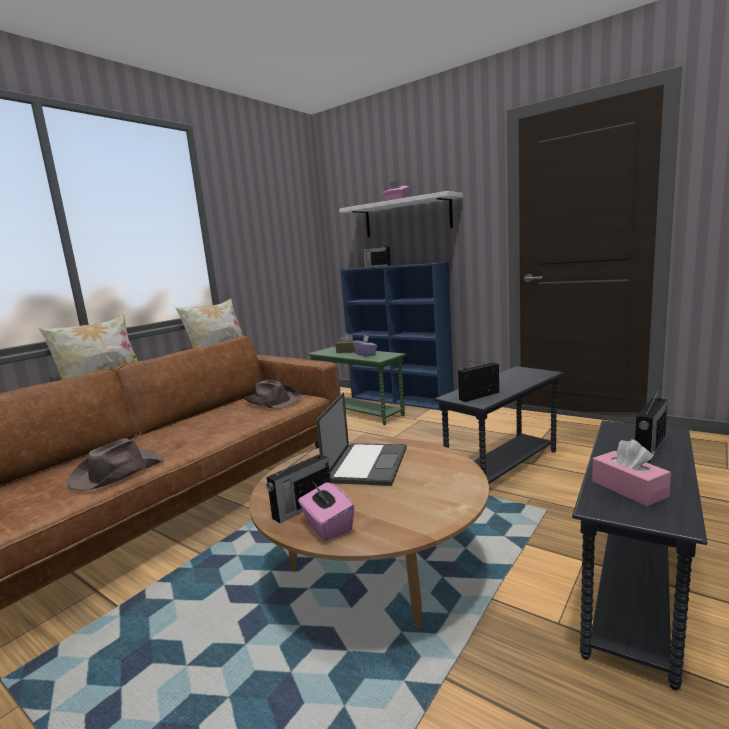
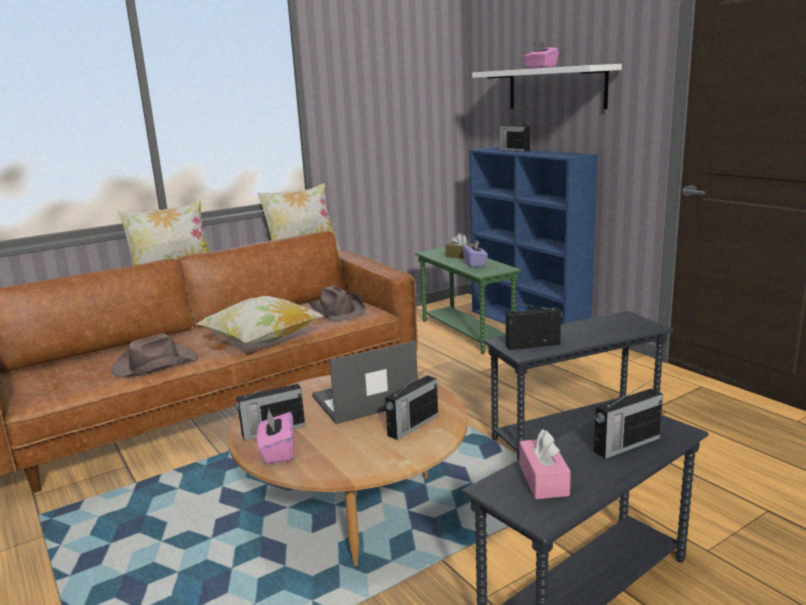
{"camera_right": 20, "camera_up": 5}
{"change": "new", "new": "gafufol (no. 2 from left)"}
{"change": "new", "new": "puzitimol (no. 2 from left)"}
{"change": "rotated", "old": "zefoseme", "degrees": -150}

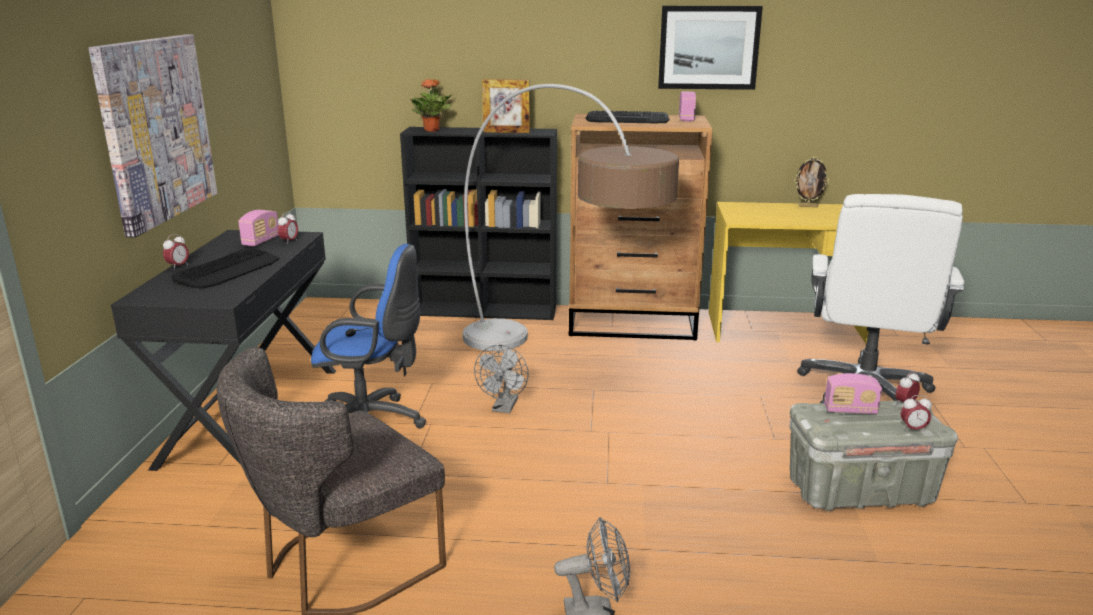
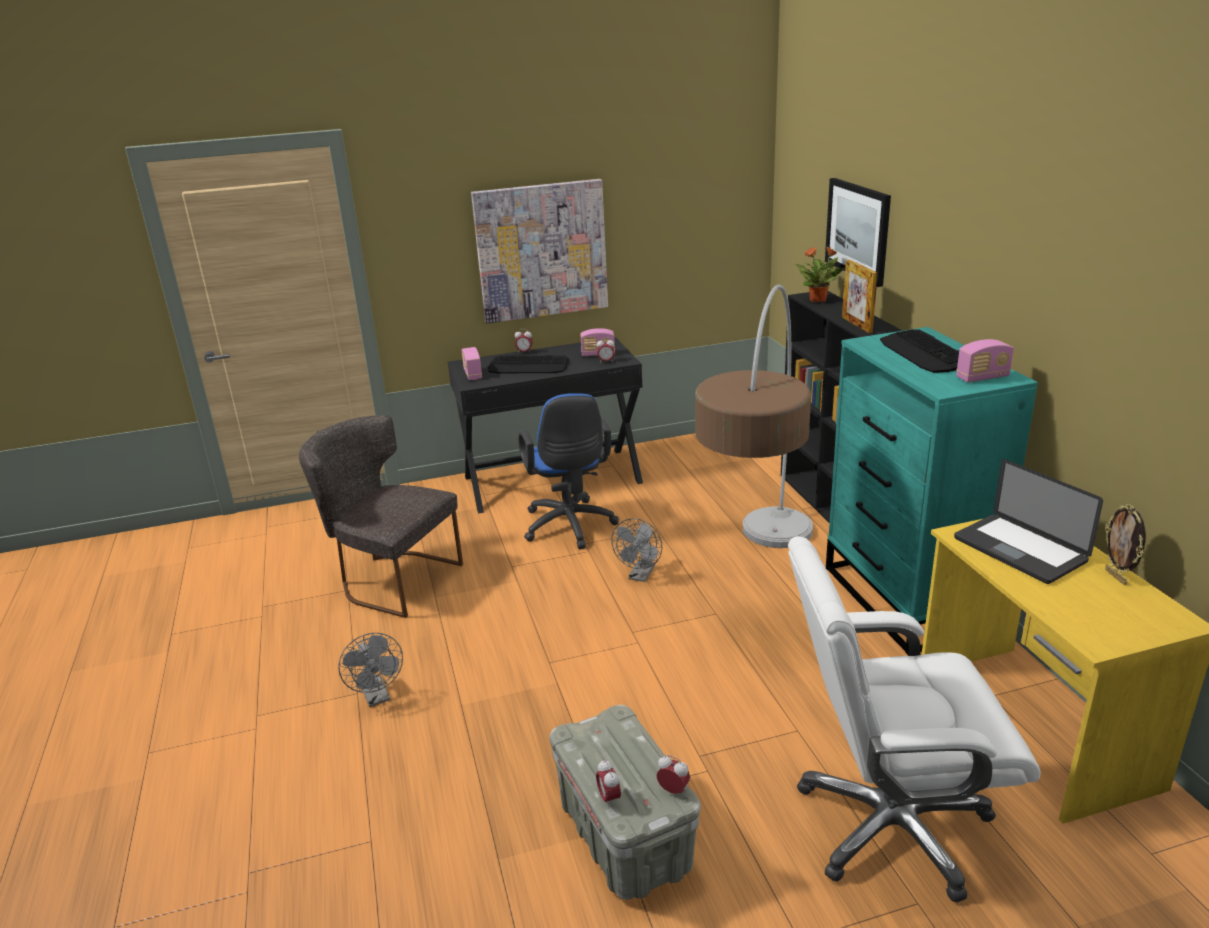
{"camera_right": 70, "camera_up": 5}
{"change": "new", "new": "zefoseme"}
{"change": "shifted", "old": "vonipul (no. 2 from left)"}
{"change": "shifted", "old": "puzitimol (no. 3 from left in the first image)", "new": "puzitimol (no. 1 from left)"}
{"change": "repainted", "old": "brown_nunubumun", "new": "turquoise_nunubumun"}
{"change": "rotated", "old": "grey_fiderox (no. 1 from left in the first image)", "degrees": -60}

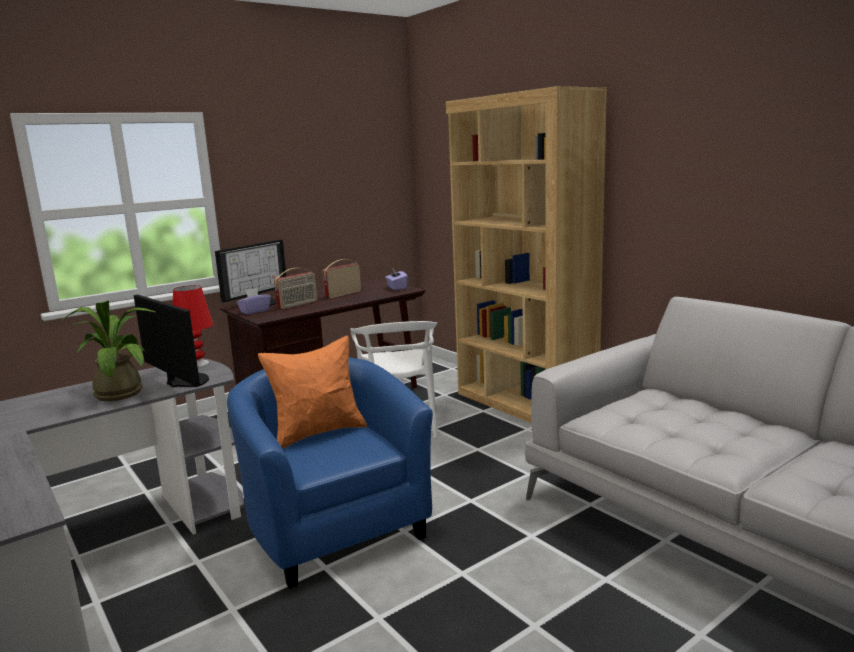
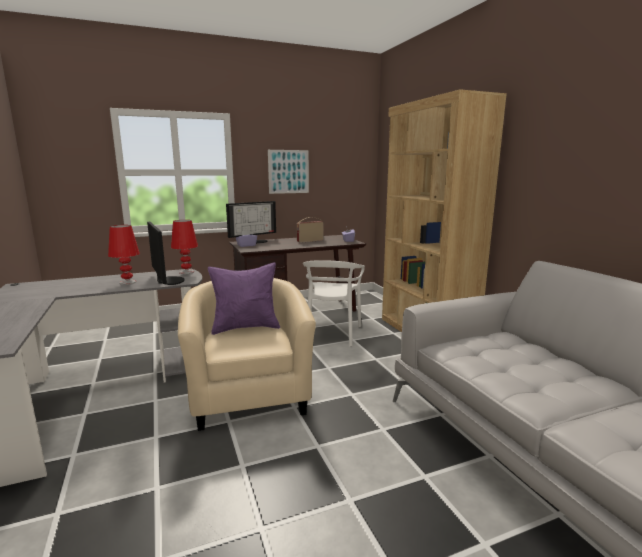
{"camera_right": 15, "camera_up": 0}
{"change": "gone", "old": "puzitimol (no. 1 from left)"}
{"change": "new", "new": "vonipul"}
{"change": "swapped", "old": "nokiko", "new": "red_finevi (no. 1 from left)"}
{"change": "repainted", "old": "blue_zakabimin", "new": "beige_zakabimin"}
{"change": "repainted", "old": "orange_gafufol", "new": "purple_gafufol"}

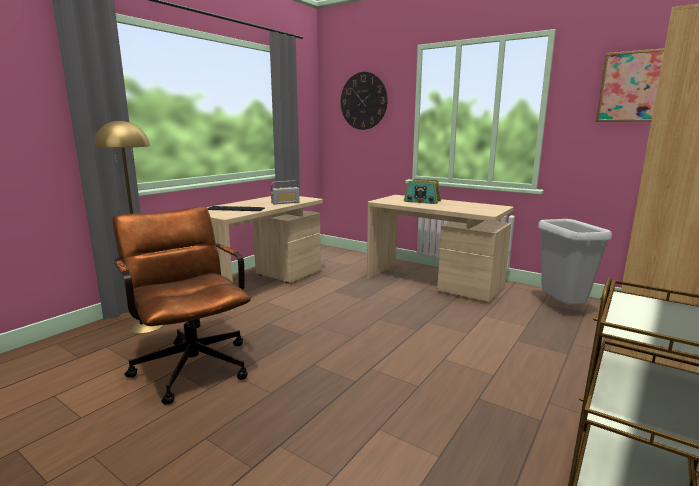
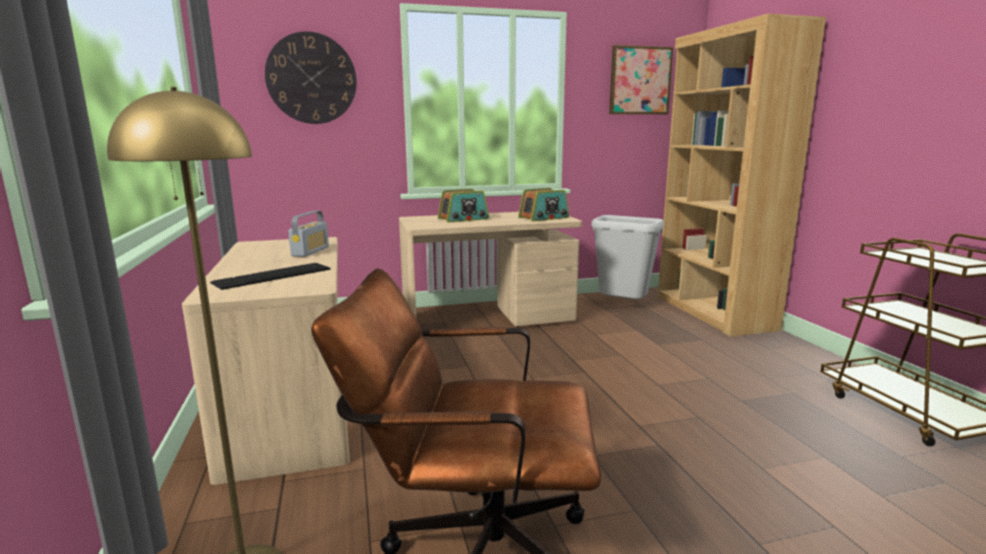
{"camera_right": -50, "camera_up": 0}
{"change": "new", "new": "puzitimol (no. 3 from left)"}

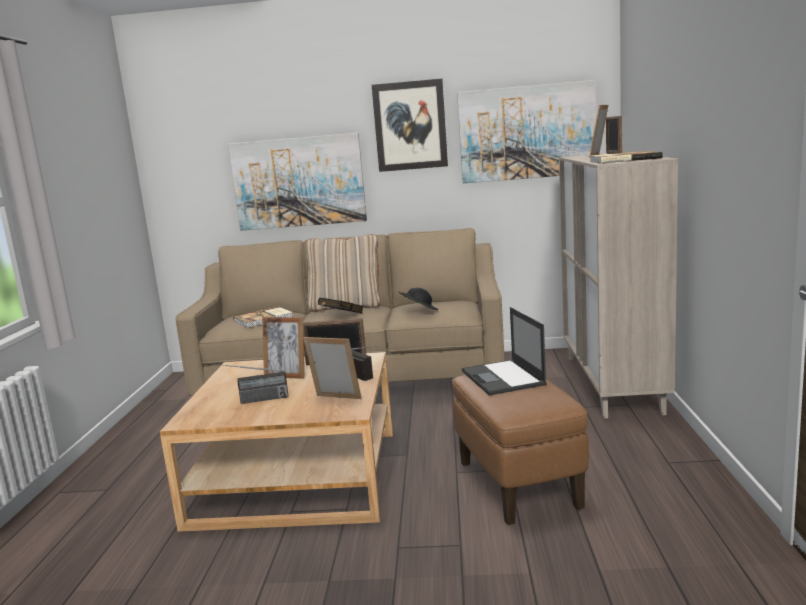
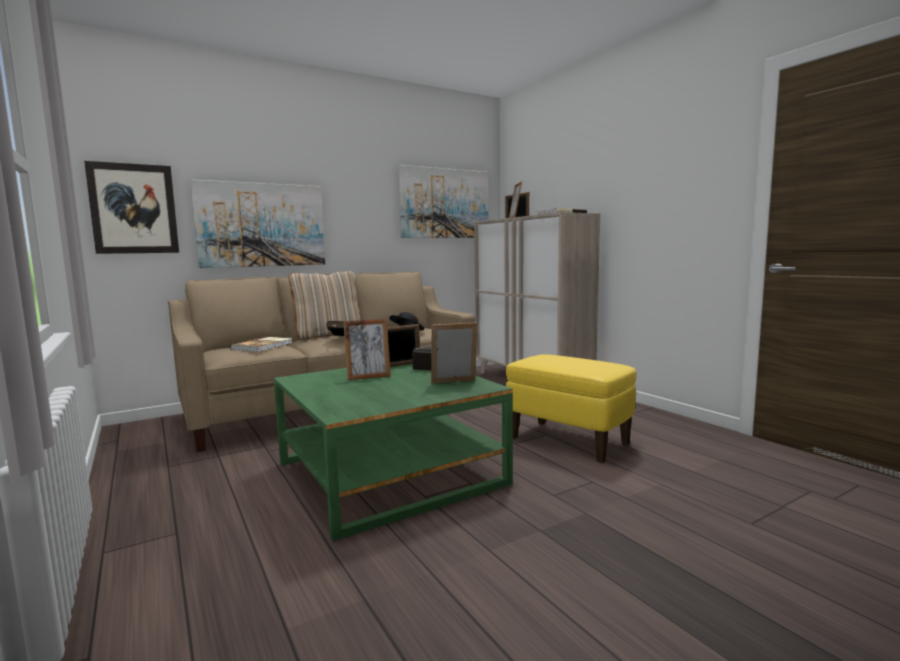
{"camera_right": -35, "camera_up": -5}
{"change": "gone", "old": "puzitimol (no. 1 from left)"}
{"change": "gone", "old": "zefoseme"}
{"change": "shifted", "old": "vonipul (no. 2 from left in the first image)", "new": "vonipul (no. 1 from left)"}
{"change": "repainted", "old": "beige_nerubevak", "new": "green_nerubevak"}
{"change": "repainted", "old": "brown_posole", "new": "yellow_posole"}

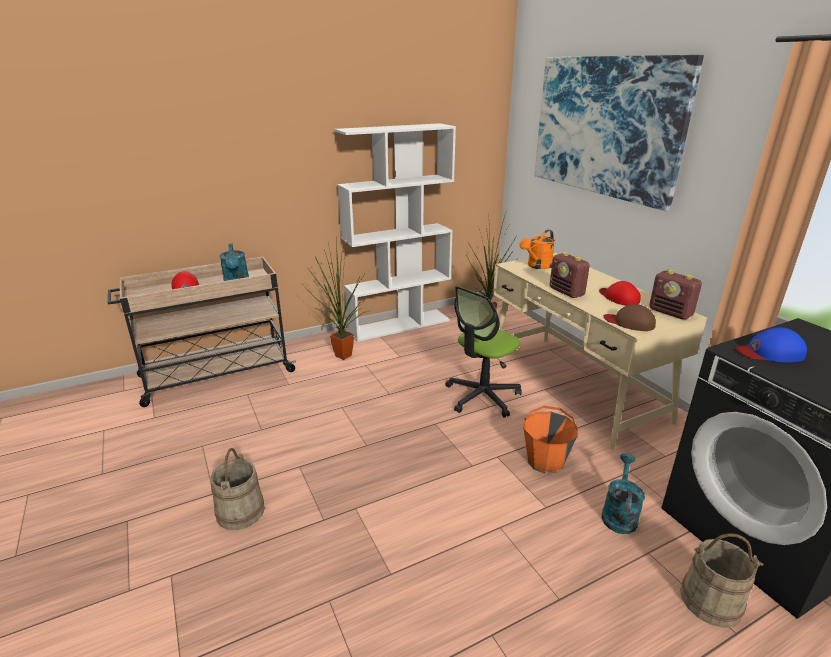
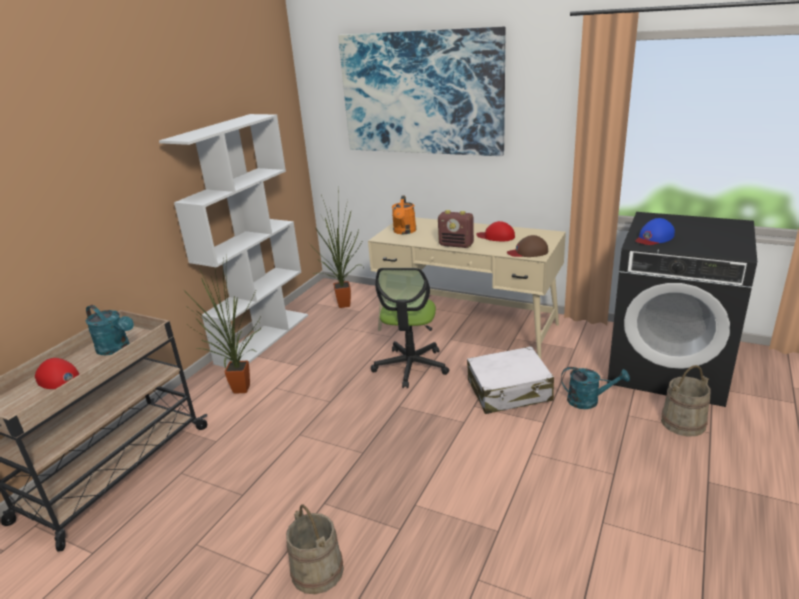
{"camera_right": -35, "camera_up": 0}
{"change": "gone", "old": "puzitimol (no. 2 from left)"}
{"change": "swapped", "old": "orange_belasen", "new": "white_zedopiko"}
{"change": "rotated", "old": "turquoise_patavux (no. 2 from left)", "degrees": 120}

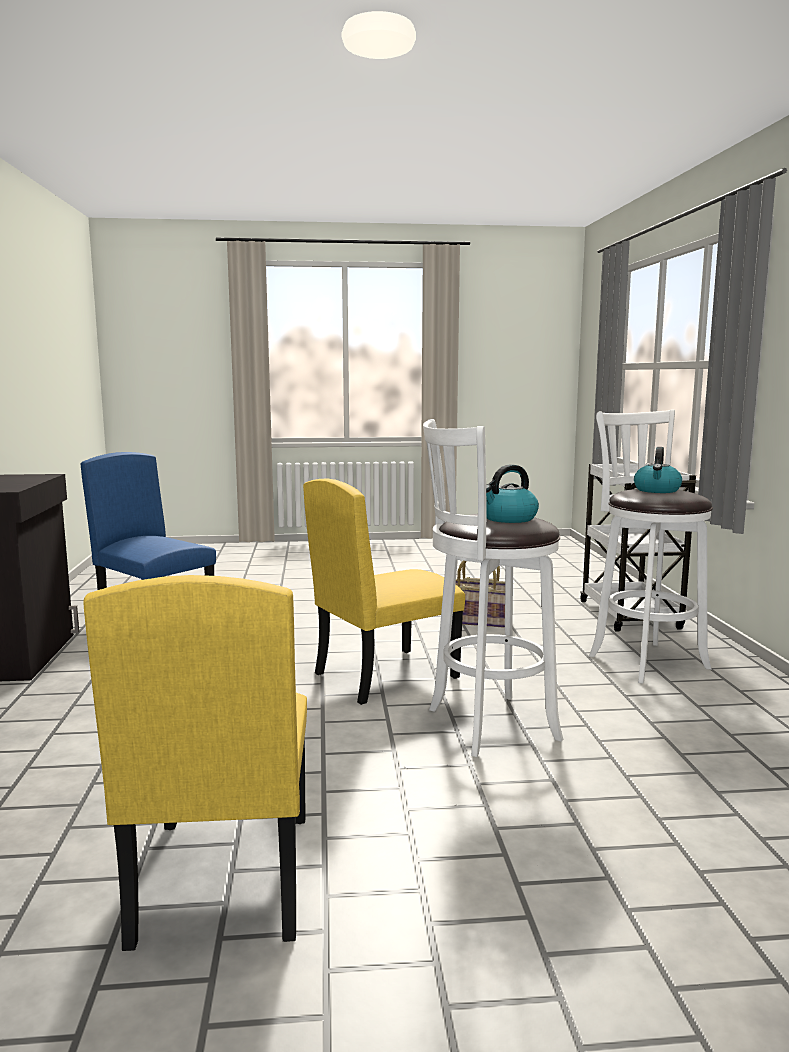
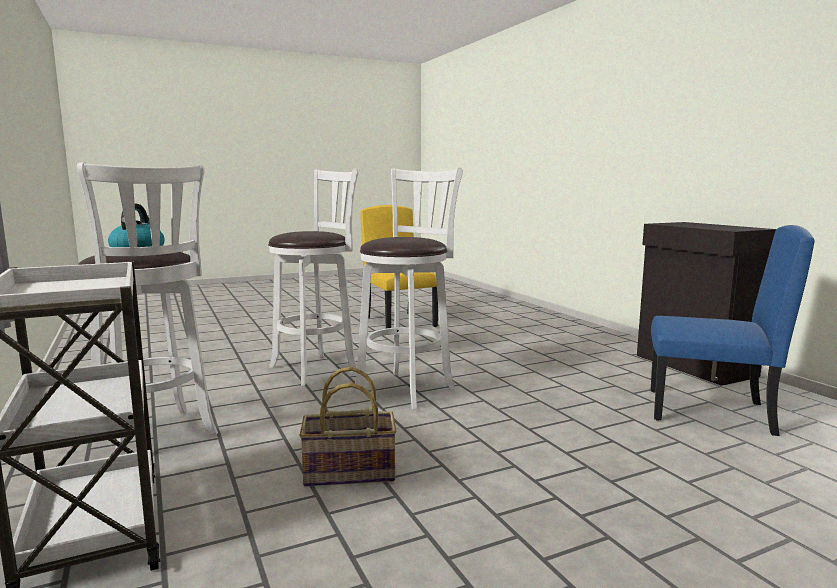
{"camera_right": 160, "camera_up": 0}
{"change": "gone", "old": "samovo (no. 1 from left)"}
{"change": "swapped", "old": "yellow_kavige (no. 2 from left)", "new": "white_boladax (no. 3 from left)"}

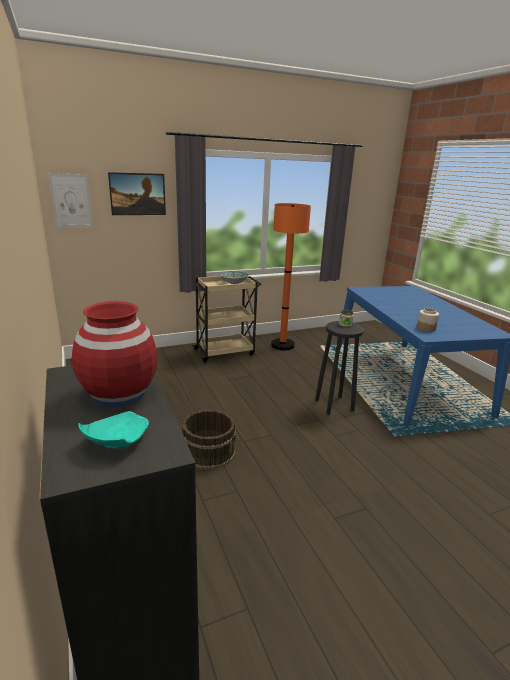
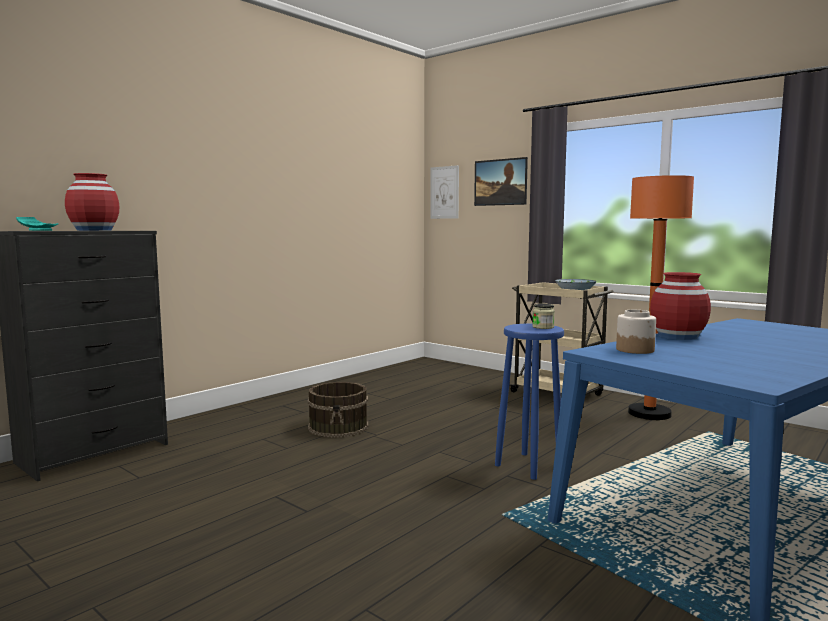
{"camera_right": 65, "camera_up": -15}
{"change": "new", "new": "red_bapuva (no. 2 from left)"}
{"change": "repainted", "old": "black_boladax", "new": "blue_boladax"}

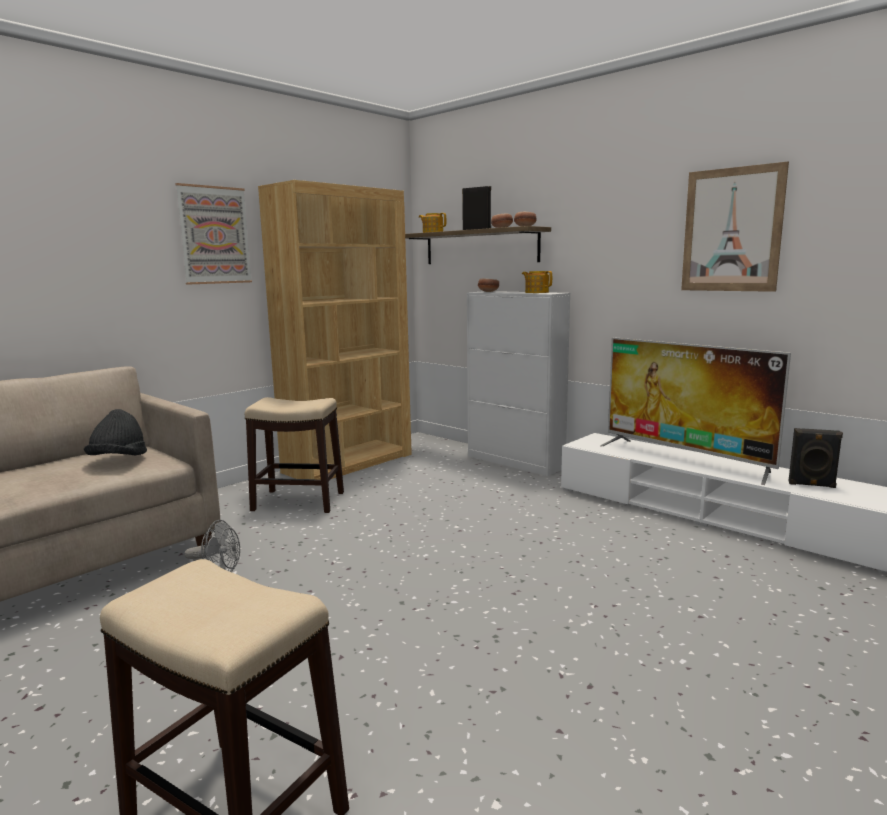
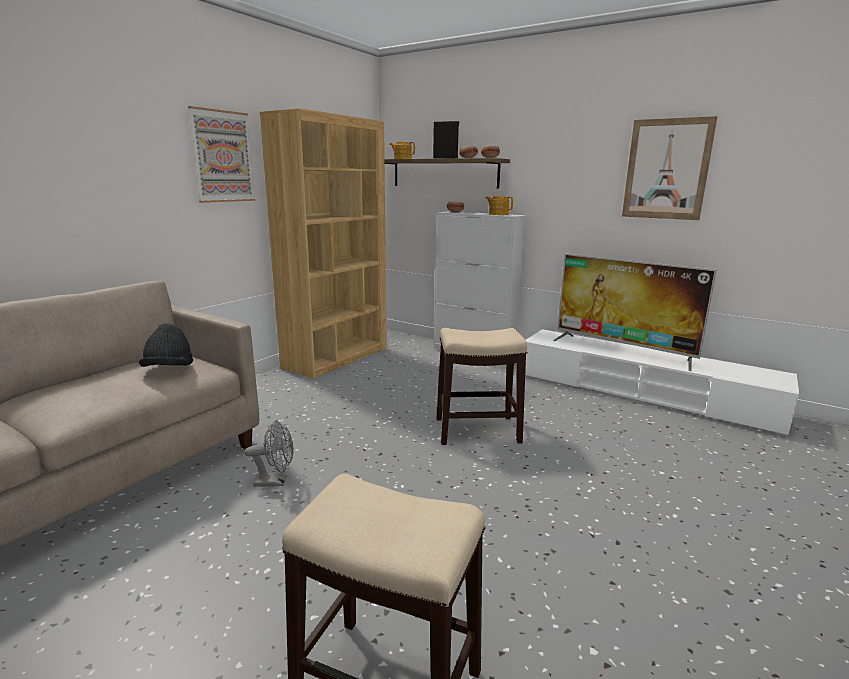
{"camera_right": -10, "camera_up": 5}
{"change": "gone", "old": "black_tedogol (no. 2 from left)"}
{"change": "shifted", "old": "boladax (no. 2 from left)"}

